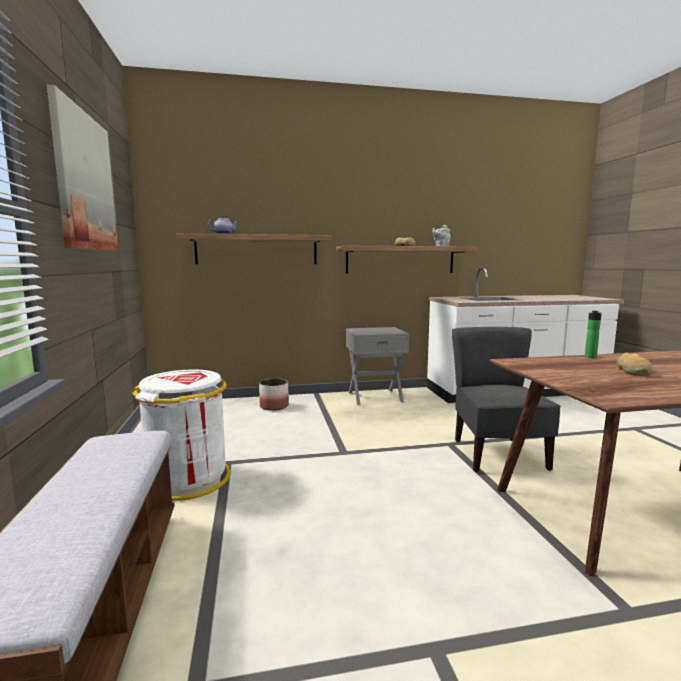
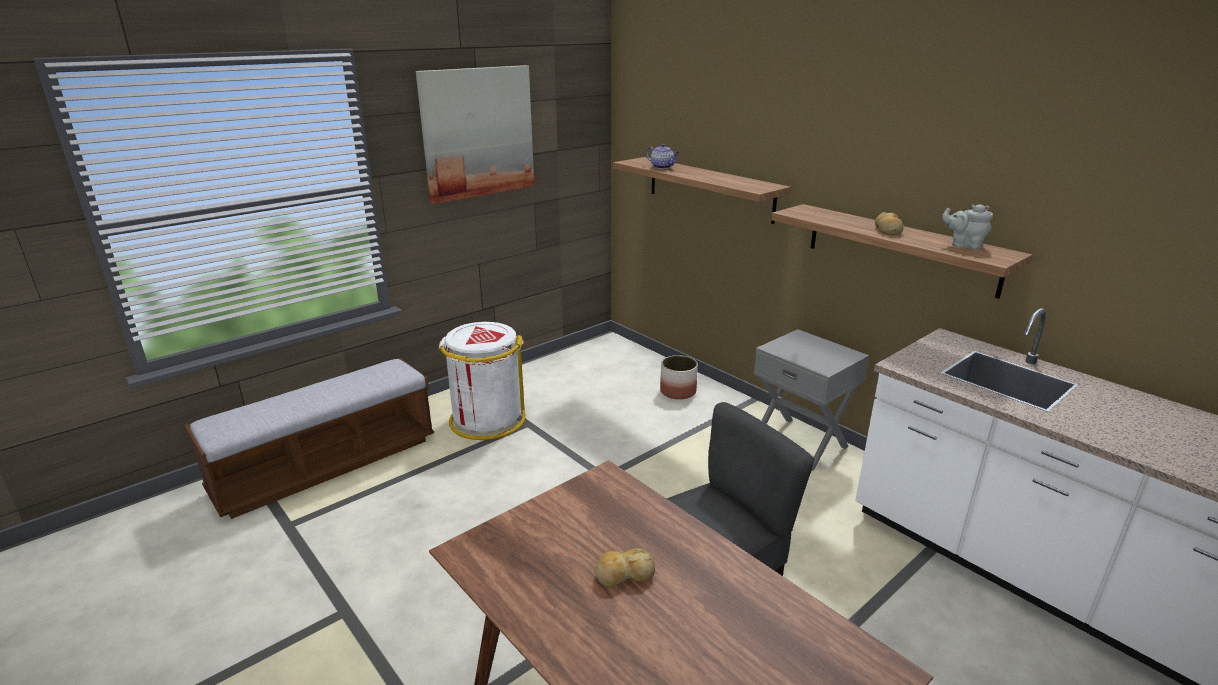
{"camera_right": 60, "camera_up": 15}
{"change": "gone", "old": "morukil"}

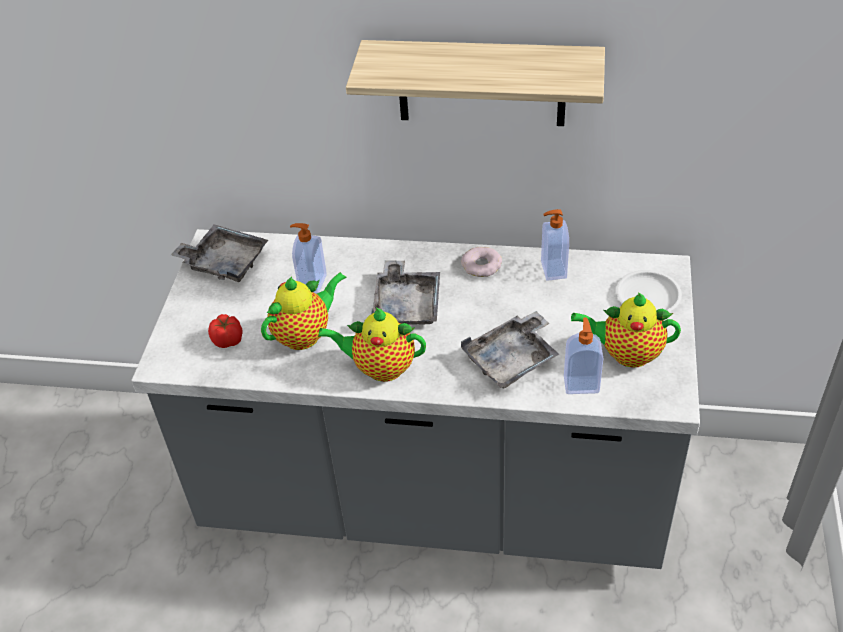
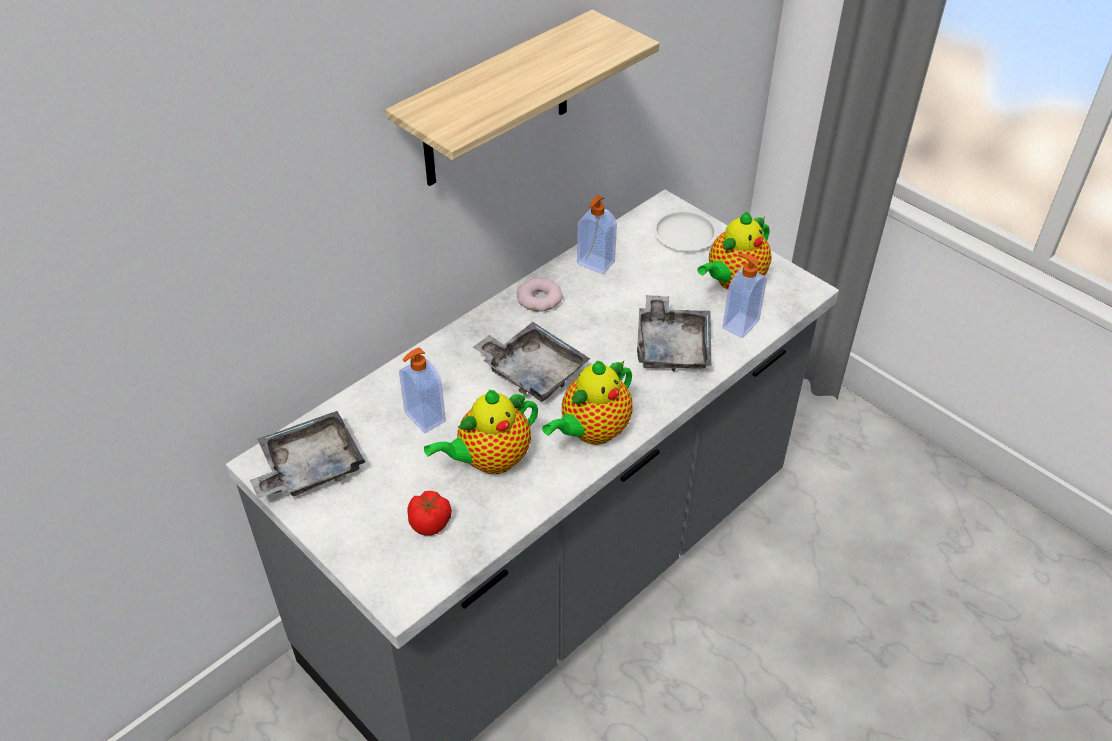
{"camera_right": -55, "camera_up": 0}
{"change": "rotated", "old": "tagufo (no. 1 from left)", "degrees": -120}

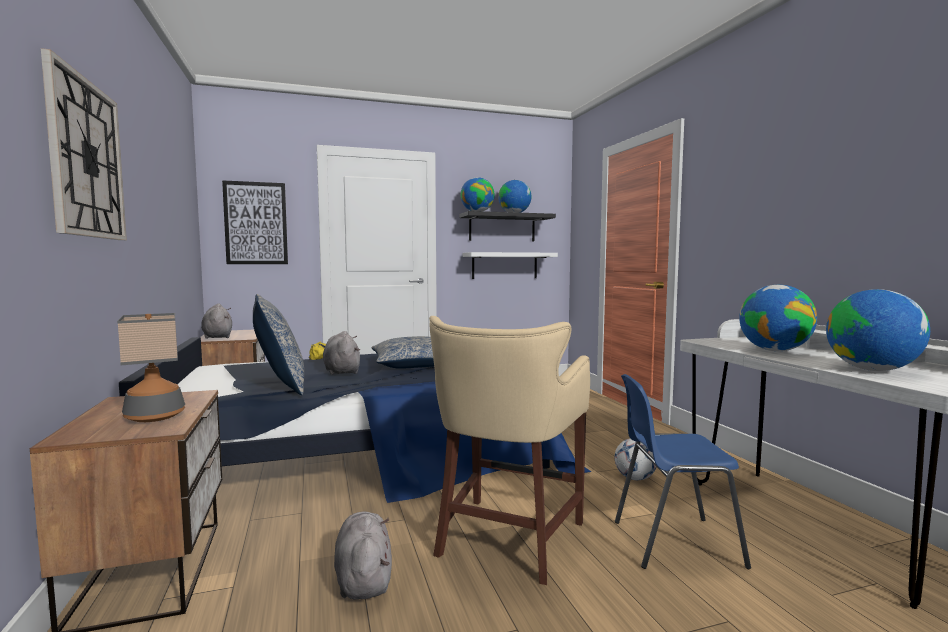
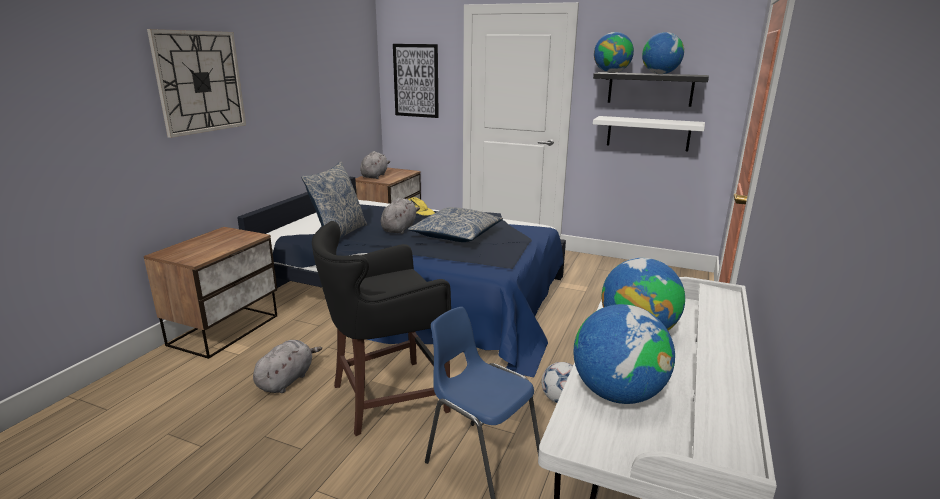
{"camera_right": 40, "camera_up": 15}
{"change": "gone", "old": "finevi"}
{"change": "repainted", "old": "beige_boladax", "new": "black_boladax"}

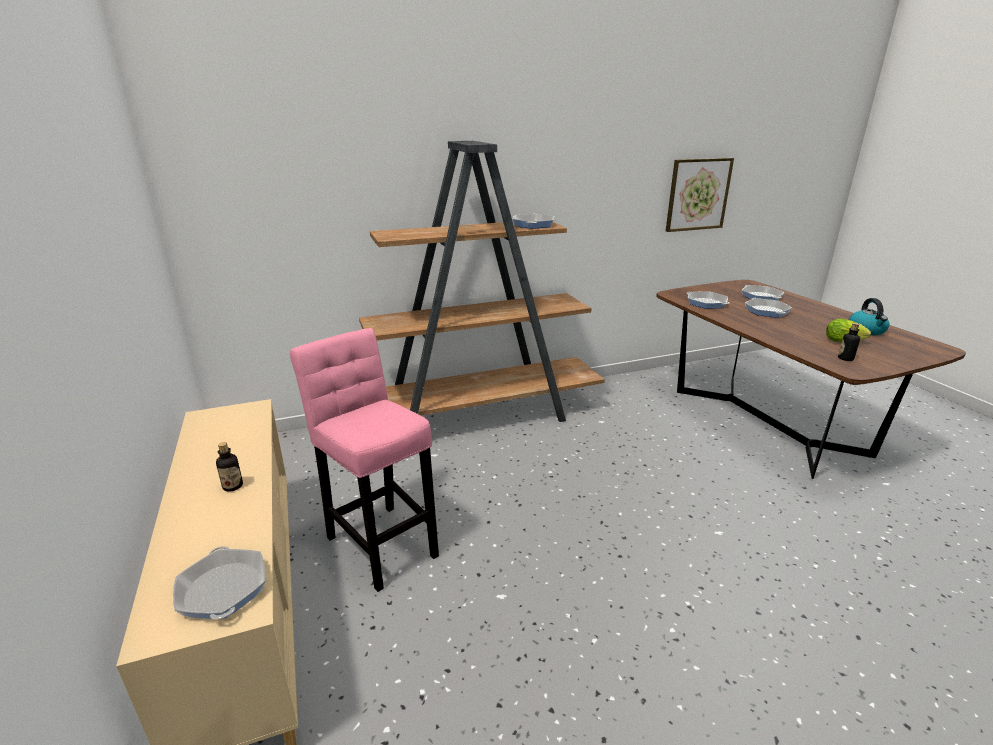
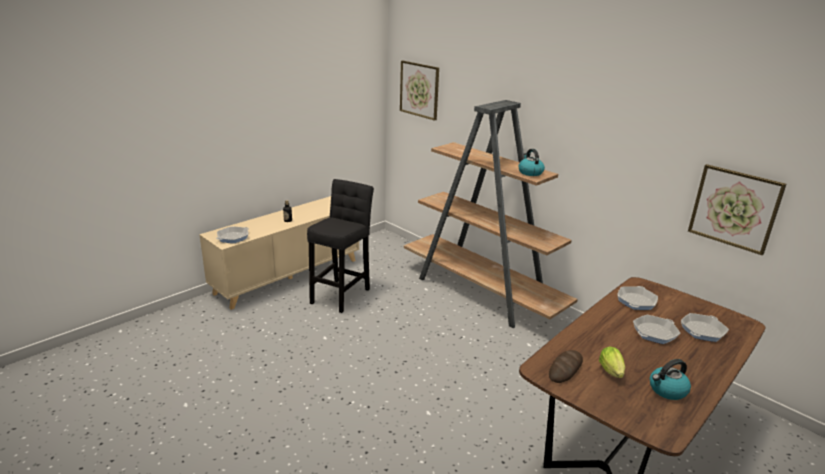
{"camera_right": 65, "camera_up": 0}
{"change": "new", "new": "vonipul (no. 1 from left)"}
{"change": "swapped", "old": "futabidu (no. 2 from left)", "new": "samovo (no. 1 from left)"}
{"change": "swapped", "old": "morukil (no. 2 from left)", "new": "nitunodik"}
{"change": "repainted", "old": "pink_boladax", "new": "black_boladax"}

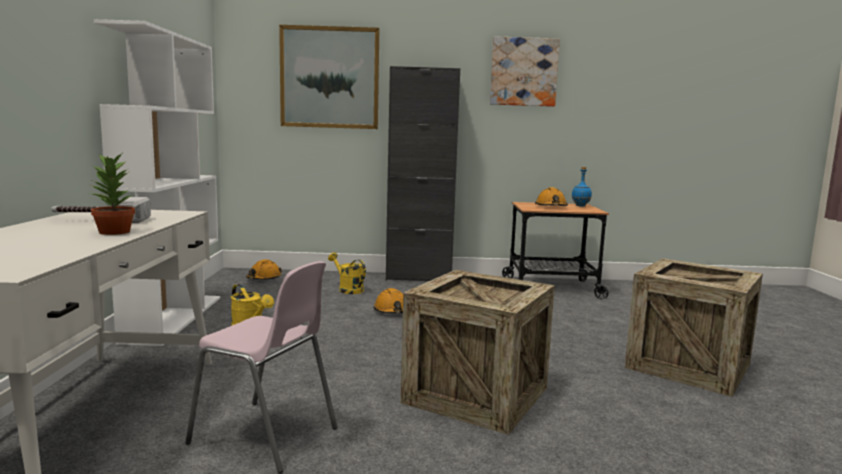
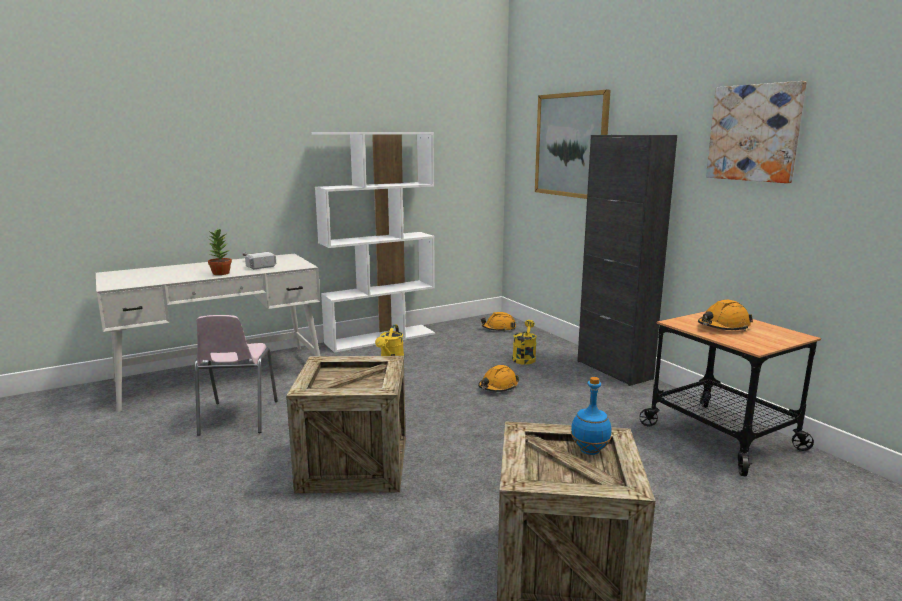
{"camera_right": 60, "camera_up": 5}
{"change": "shifted", "old": "blue_morukil"}

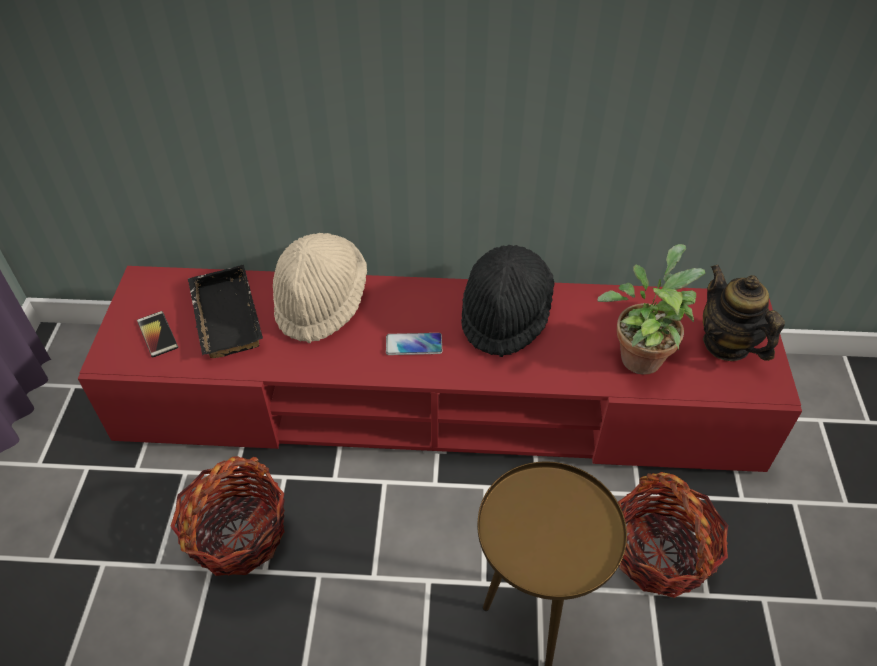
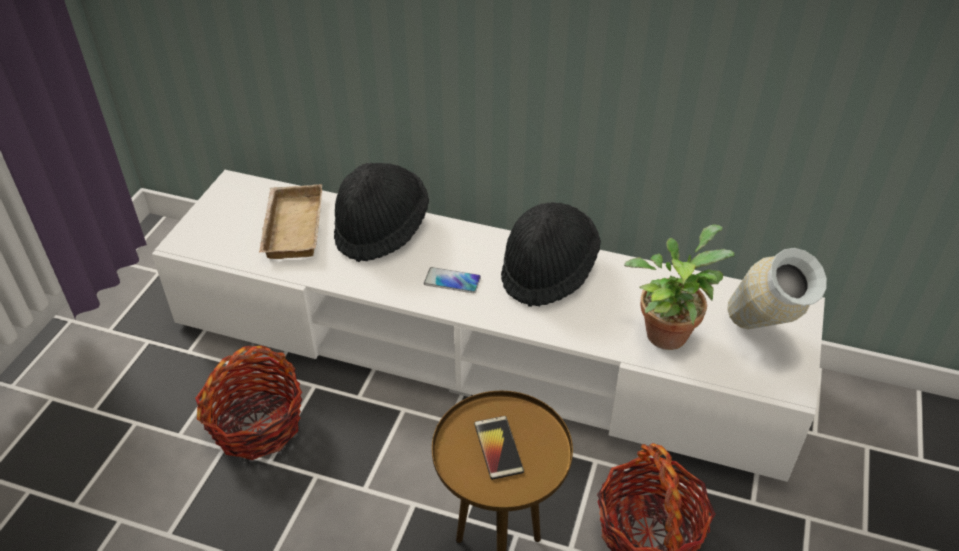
{"camera_right": 15, "camera_up": -5}
{"change": "shifted", "old": "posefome (no. 1 from left in the first image)", "new": "posefome (no. 2 from left)"}
{"change": "swapped", "old": "tagufo", "new": "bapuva"}
{"change": "repainted", "old": "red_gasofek", "new": "white_gasofek"}
{"change": "repainted", "old": "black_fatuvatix", "new": "beige_fatuvatix"}
{"change": "repainted", "old": "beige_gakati", "new": "black_gakati (no. 1 from left)"}

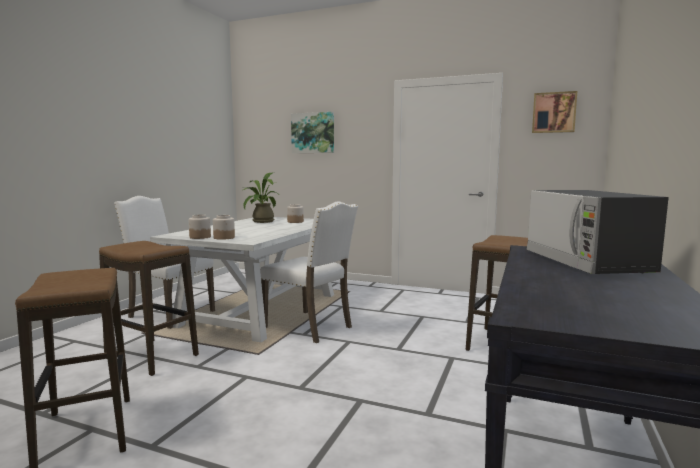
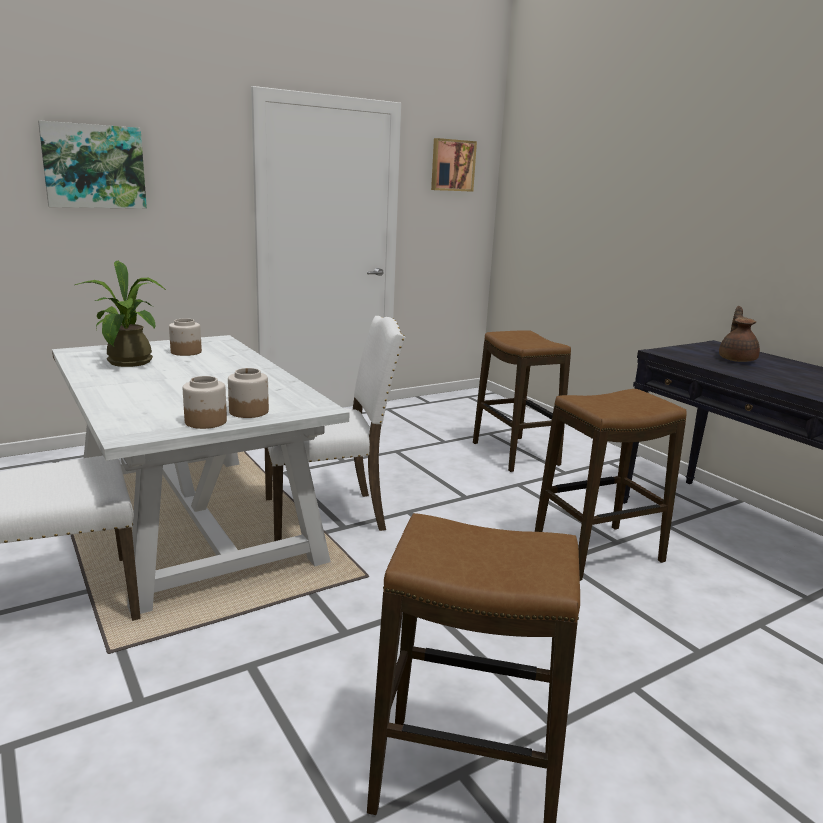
{"camera_right": -55, "camera_up": 10}
{"change": "shifted", "old": "boladax (no. 2 from left in the first image)", "new": "boladax (no. 3 from left)"}
{"change": "swapped", "old": "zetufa", "new": "brown_tagufo"}

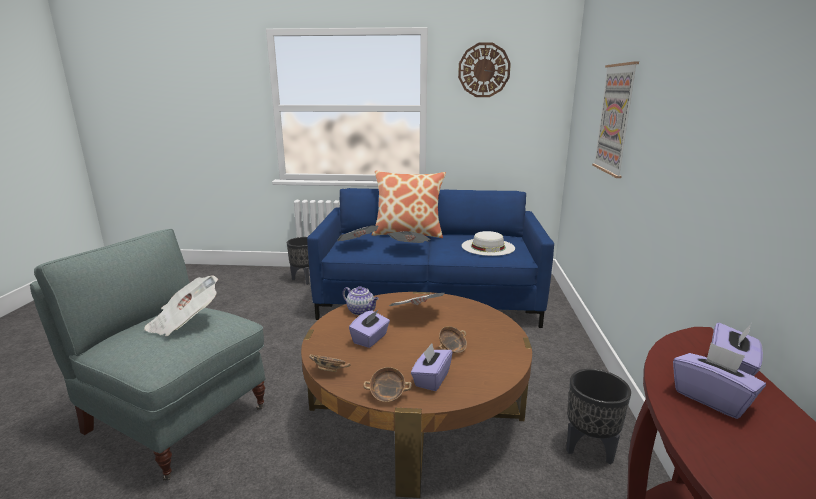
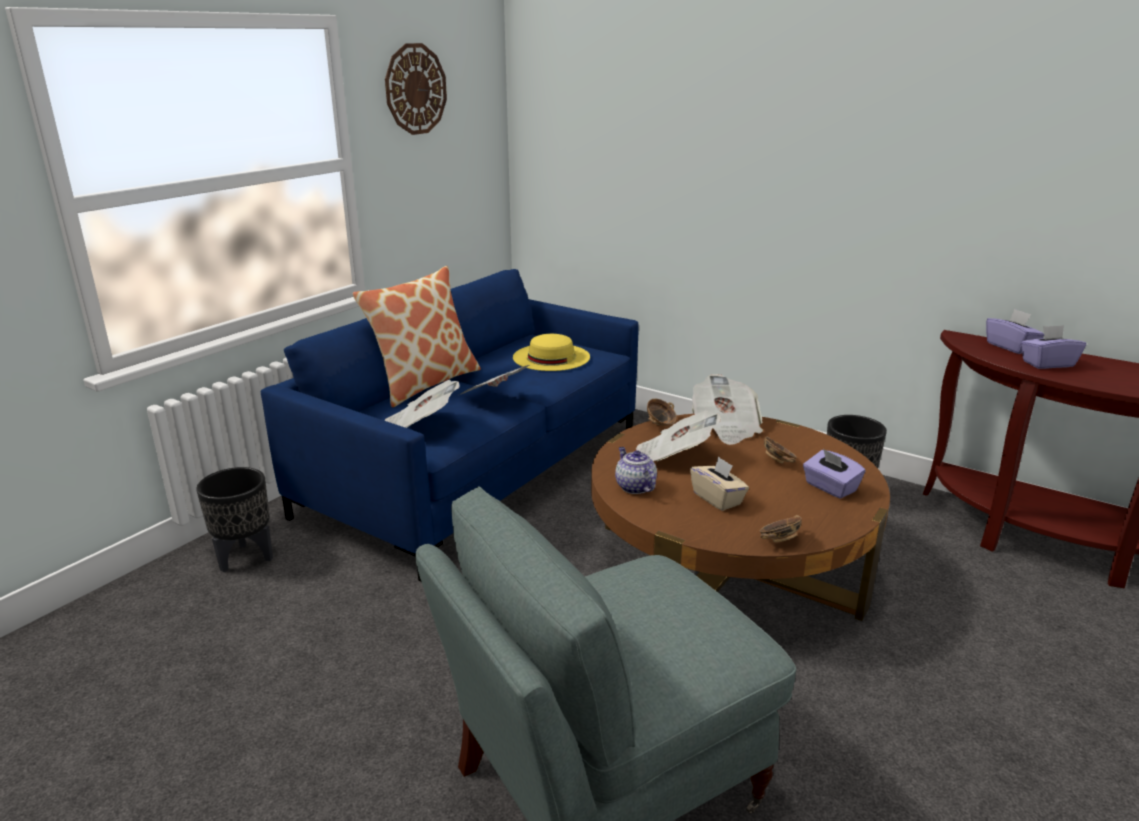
{"camera_right": -60, "camera_up": 5}
{"change": "gone", "old": "vonipul"}
{"change": "shifted", "old": "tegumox (no. 1 from left in the first image)", "new": "tegumox (no. 4 from left)"}
{"change": "shifted", "old": "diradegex (no. 2 from left in the first image)", "new": "diradegex (no. 1 from left)"}
{"change": "repainted", "old": "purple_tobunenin (no. 1 from left)", "new": "beige_tobunenin"}
{"change": "repainted", "old": "white_gakati", "new": "yellow_gakati"}
{"change": "rotated", "old": "tagufo", "degrees": -90}

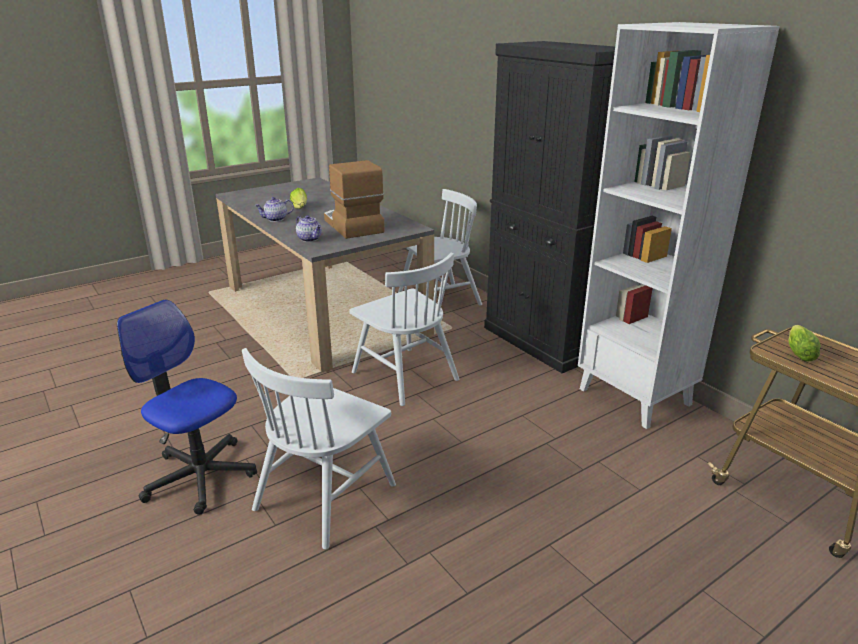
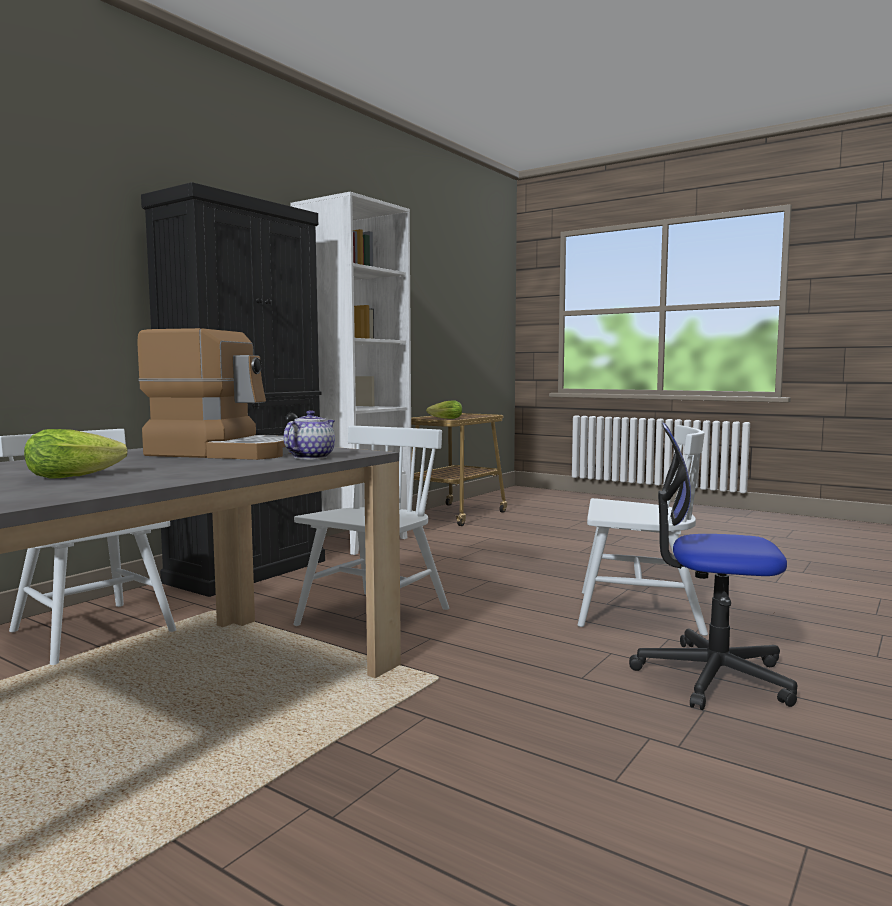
{"camera_right": -110, "camera_up": -20}
{"change": "gone", "old": "tagufo (no. 1 from left)"}
{"change": "rotated", "old": "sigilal", "degrees": 90}
{"change": "rotated", "old": "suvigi", "degrees": -120}

